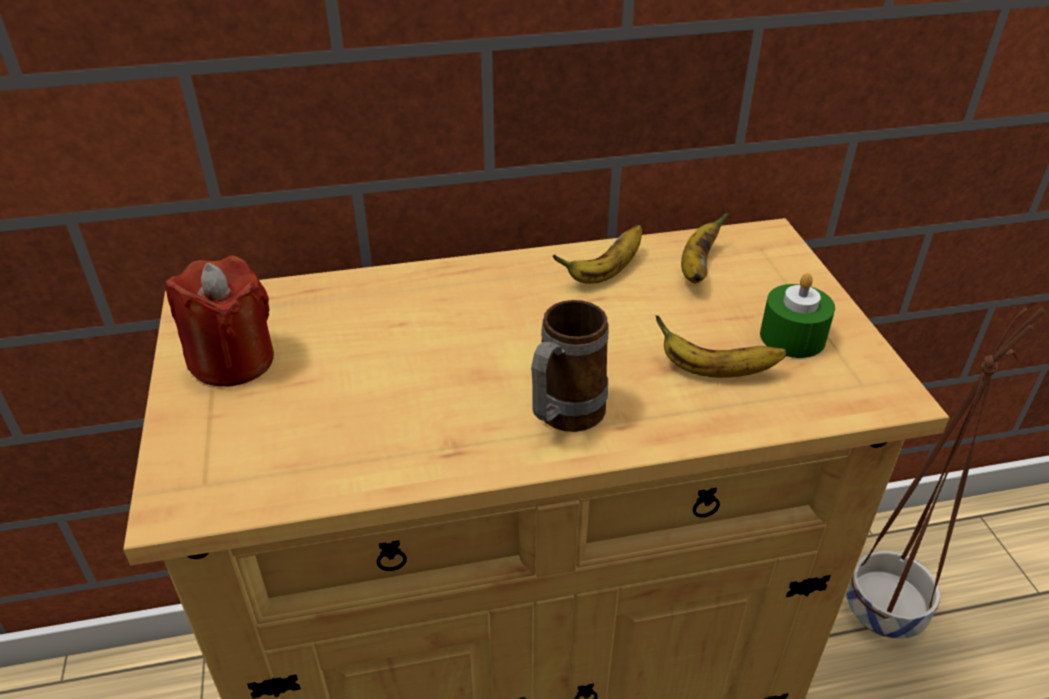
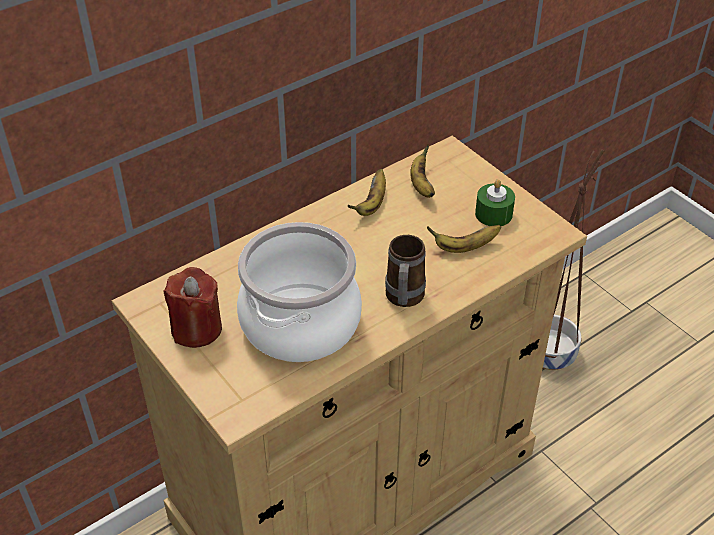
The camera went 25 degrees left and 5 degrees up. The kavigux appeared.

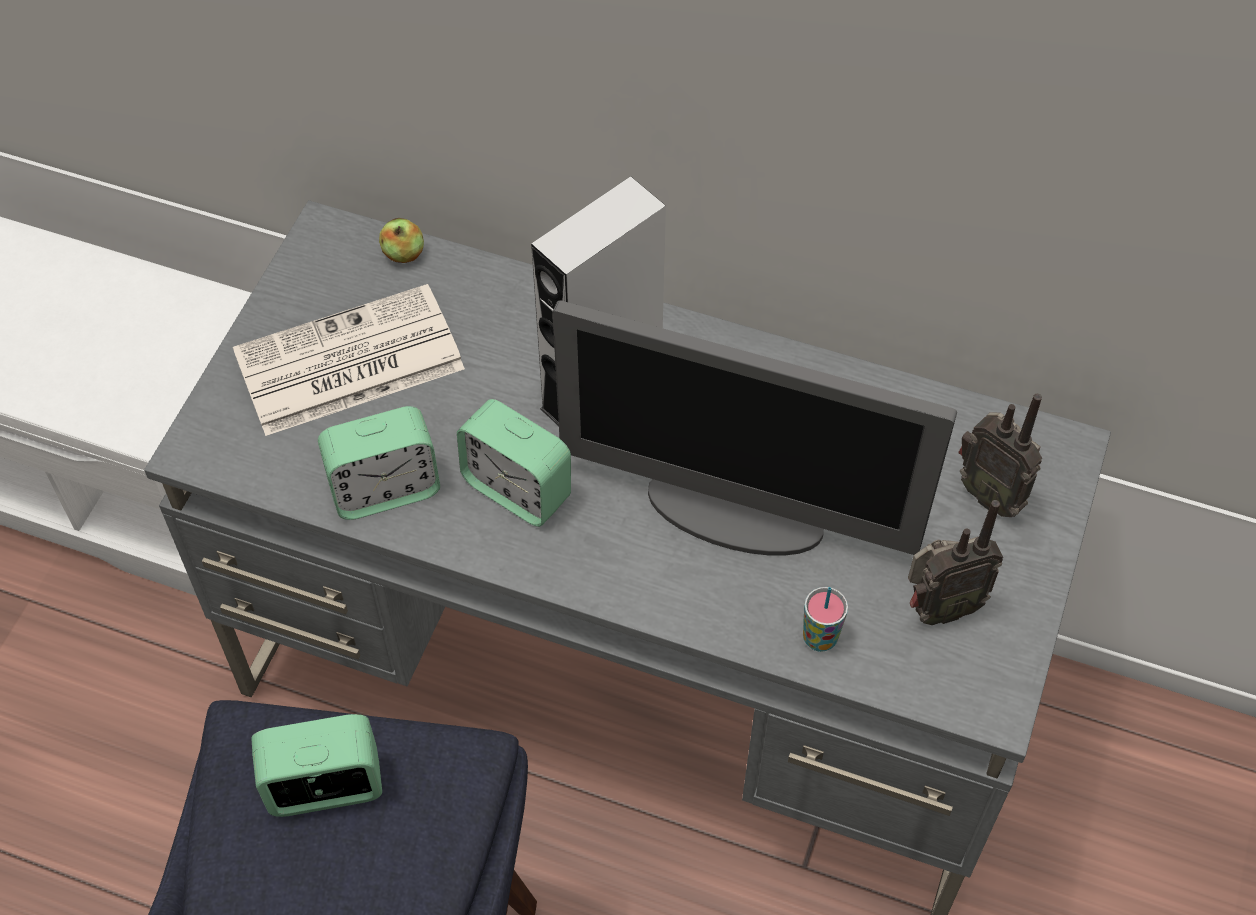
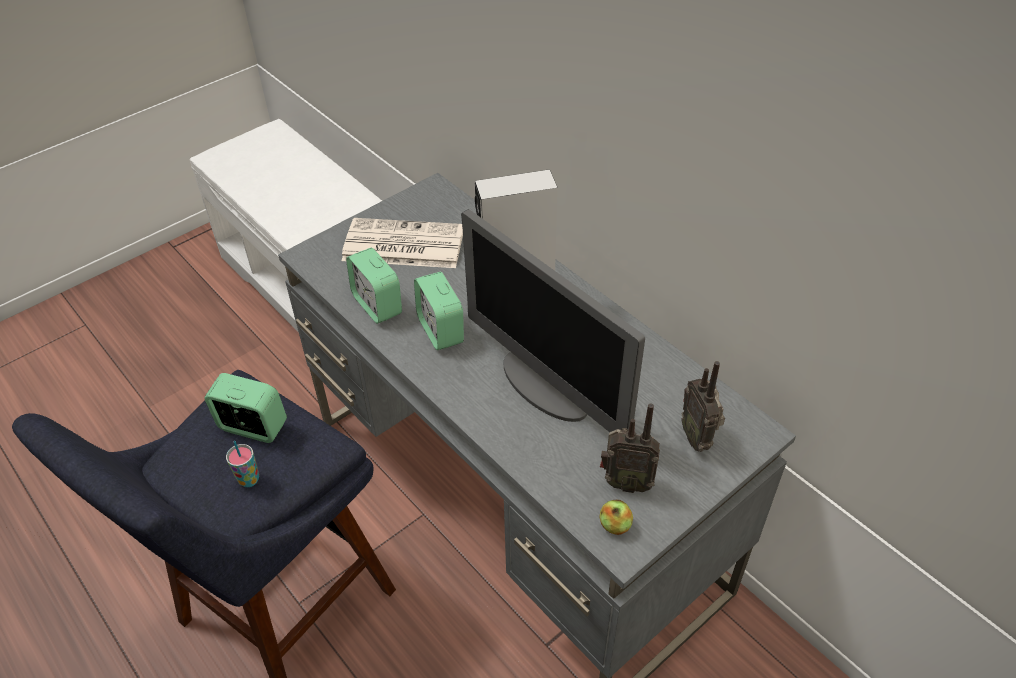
The camera went 30 degrees right and 10 degrees down. The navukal moved. The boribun (2nd from left) turned 45 degrees clockwise. The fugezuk moved.

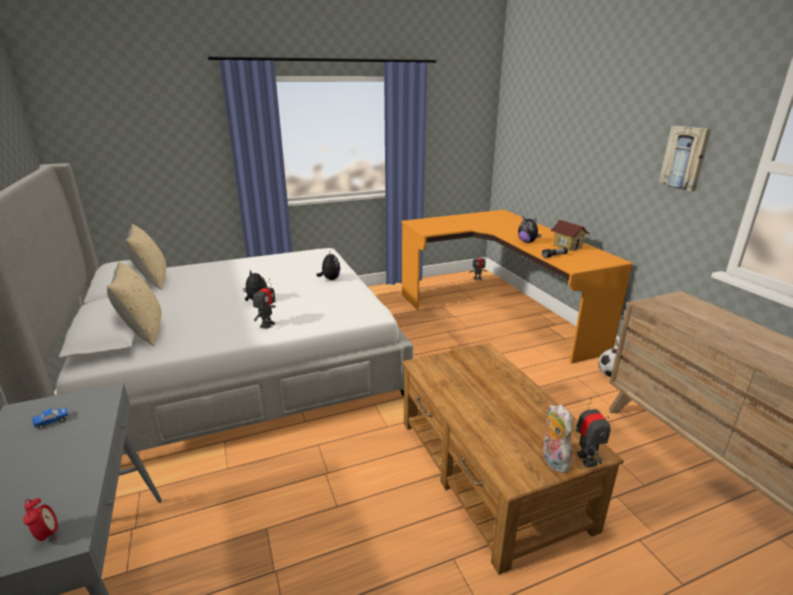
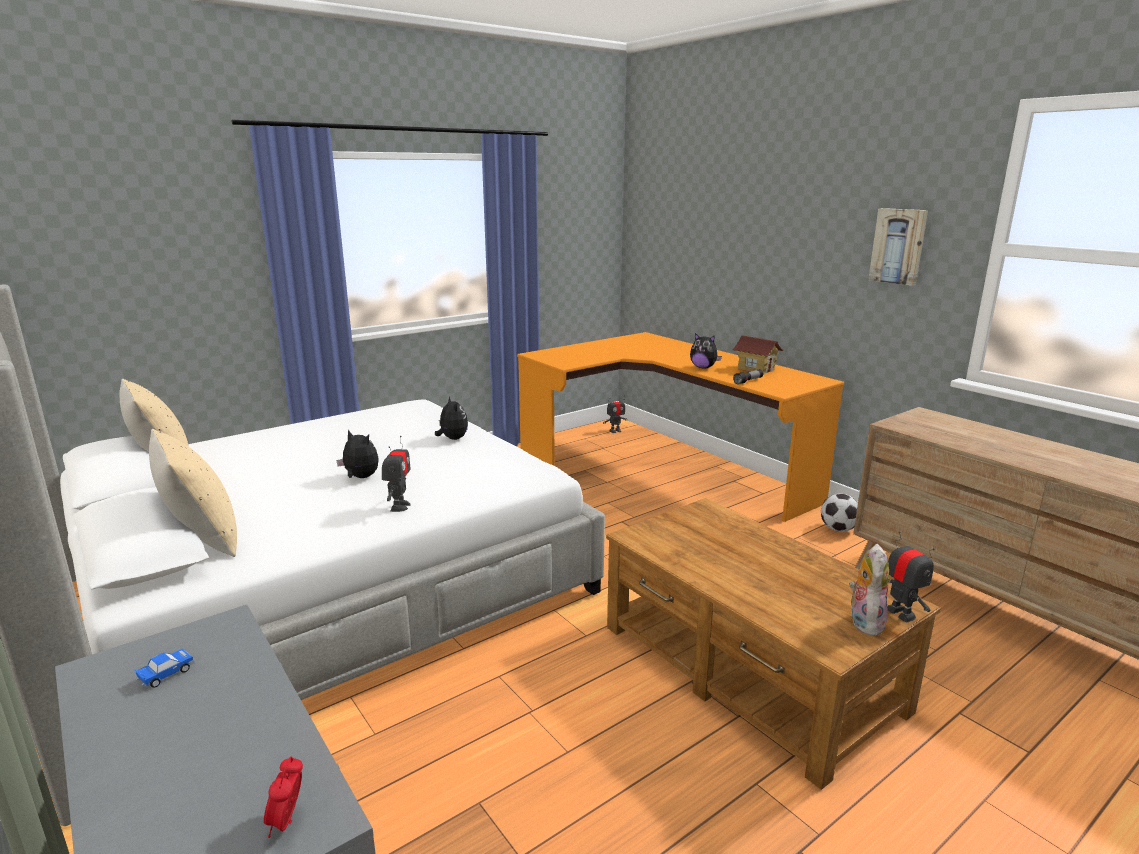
The camera went 15 degrees left and 5 degrees down. The boribun turned 135 degrees counterclockwise. The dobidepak (4th from left) turned 45 degrees clockwise.

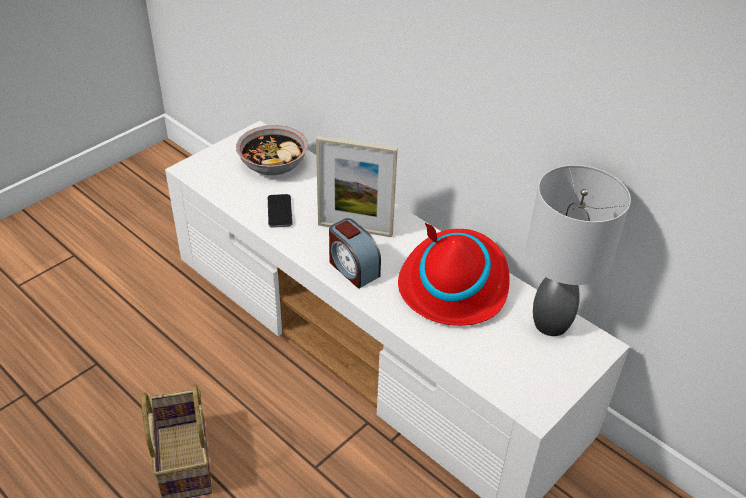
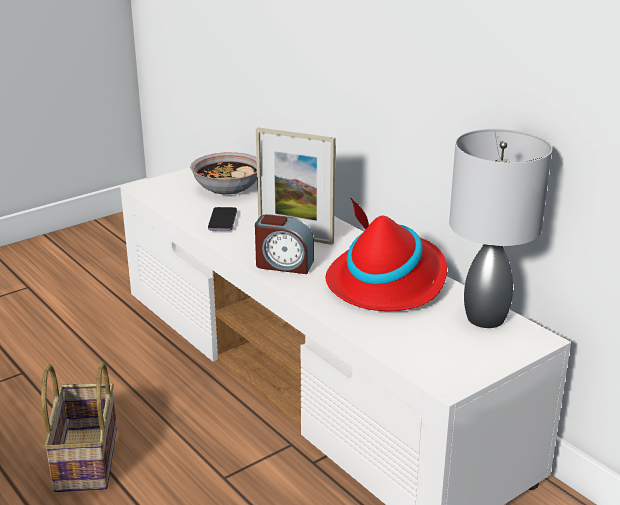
The camera went 10 degrees right and 15 degrees down. The boribun turned 45 degrees counterclockwise.

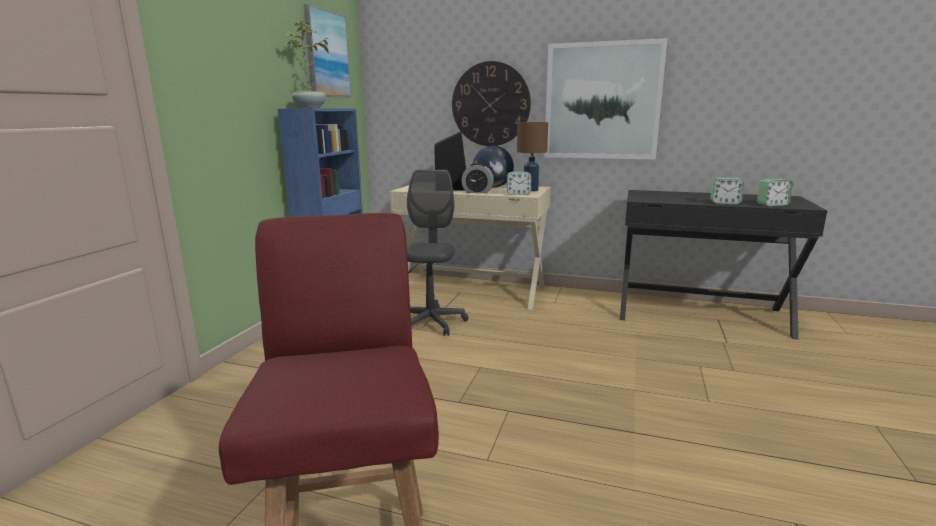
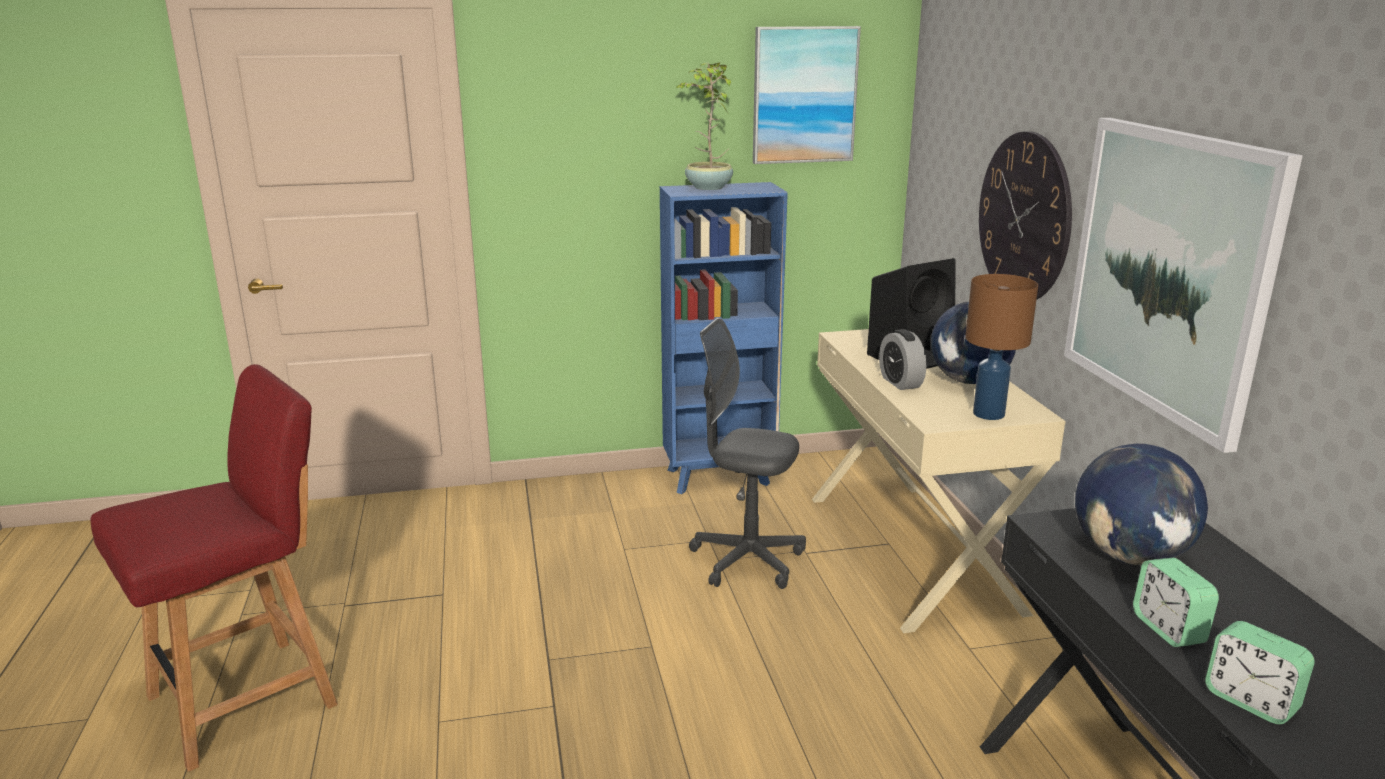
The camera went 60 degrees right and 5 degrees up. The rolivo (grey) turned 135 degrees counterclockwise. The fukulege (2nd from left) appeared. The boribun (2nd from left) disappeared.

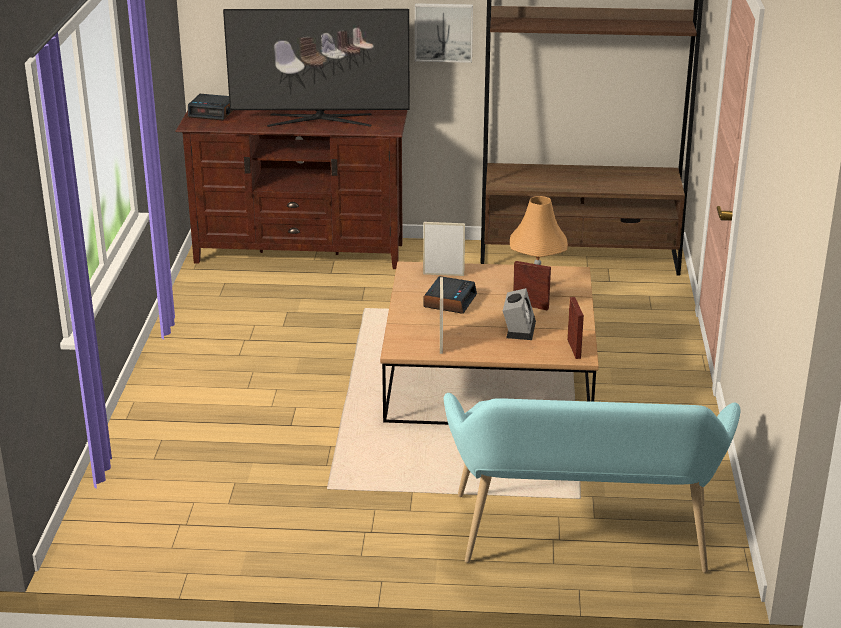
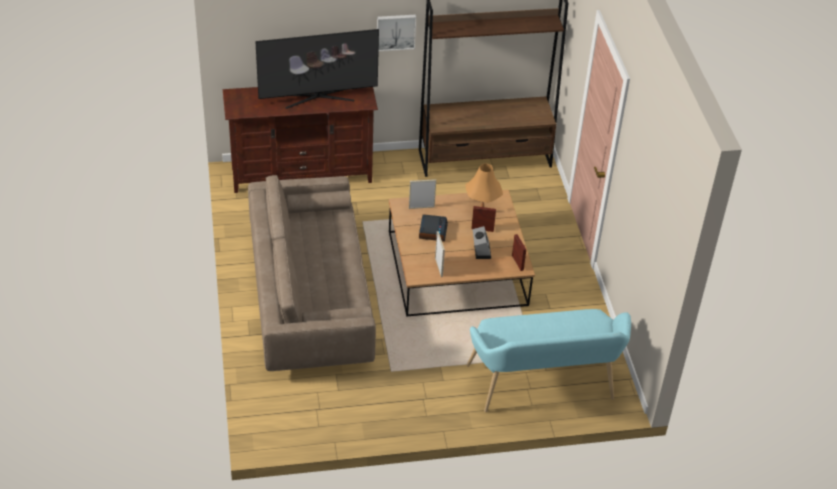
The camera went 15 degrees left and 15 degrees up. The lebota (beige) appeared. The boribun (1st from left) disappeared.

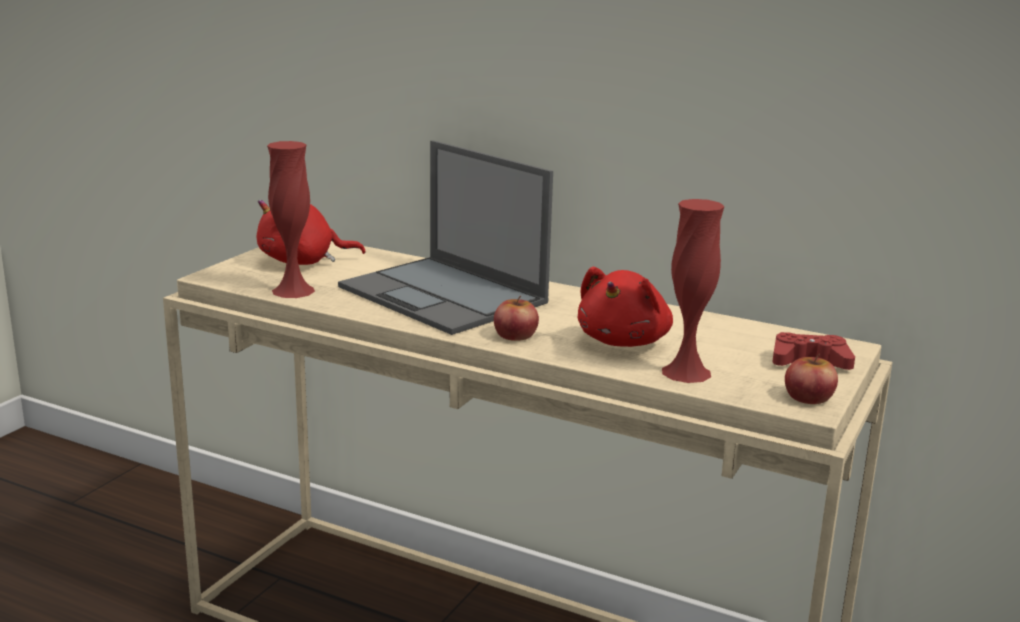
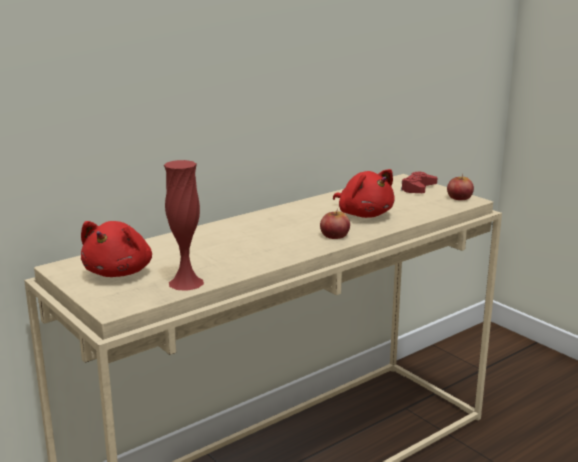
The camera went 65 degrees left and 0 degrees up. The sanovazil disappeared. The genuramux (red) (2nd from left) disappeared.

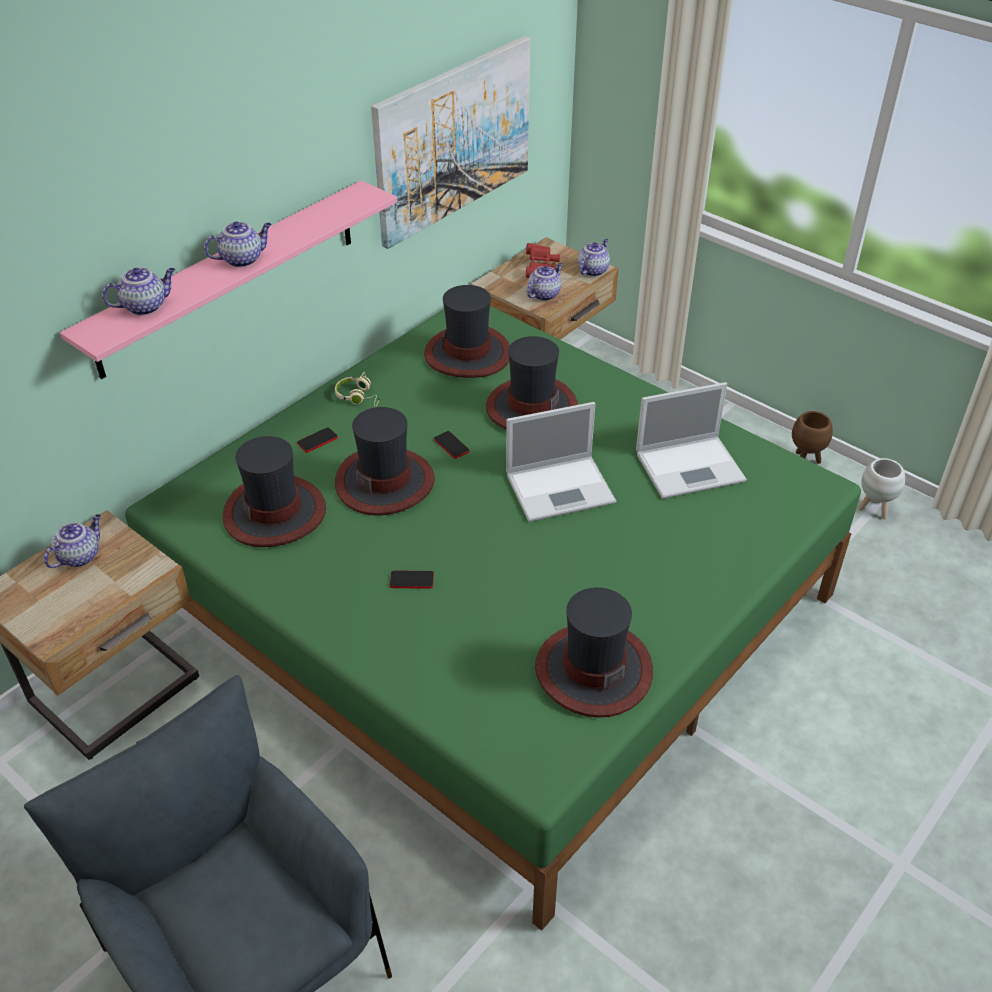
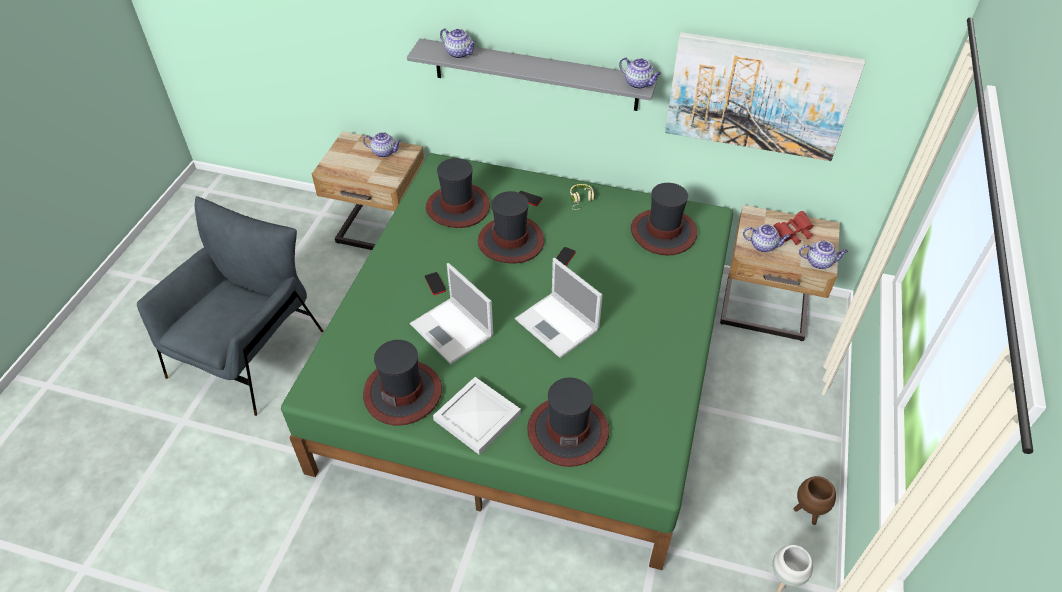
The camera went 65 degrees right and 5 degrees up. The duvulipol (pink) became the duvulipol (grey). The sanovazil (2nd from left in the first image) moved. The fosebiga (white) appeared. The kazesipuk (4th from left) moved. The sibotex (3rd from left) moved.

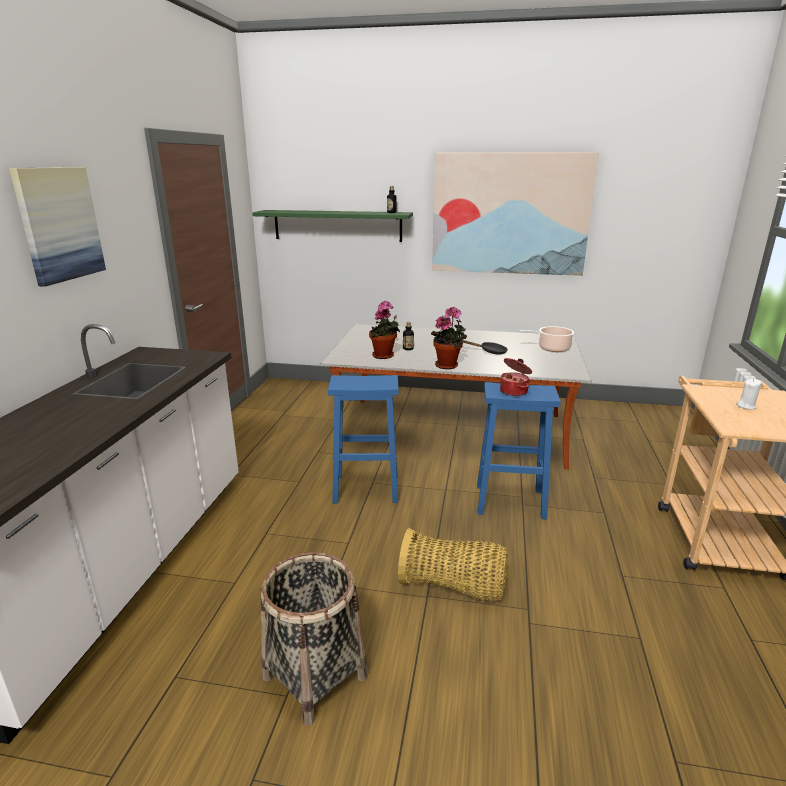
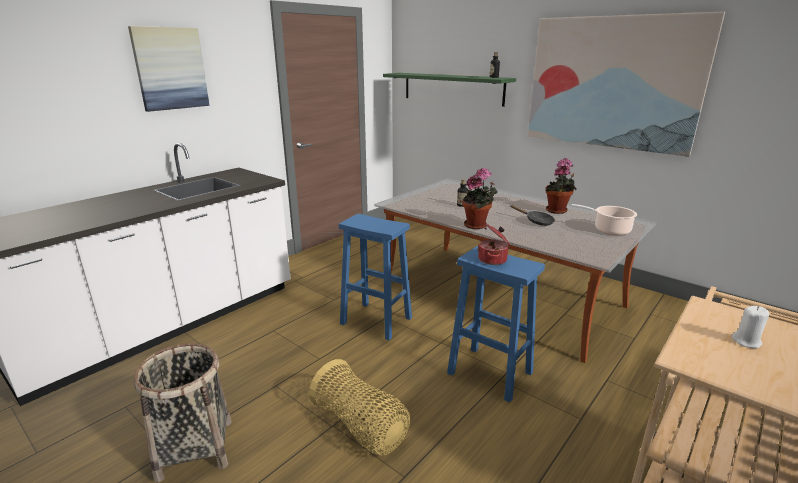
The camera went 30 degrees right and 0 degrees up. The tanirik (1st from left in the first image) moved.

